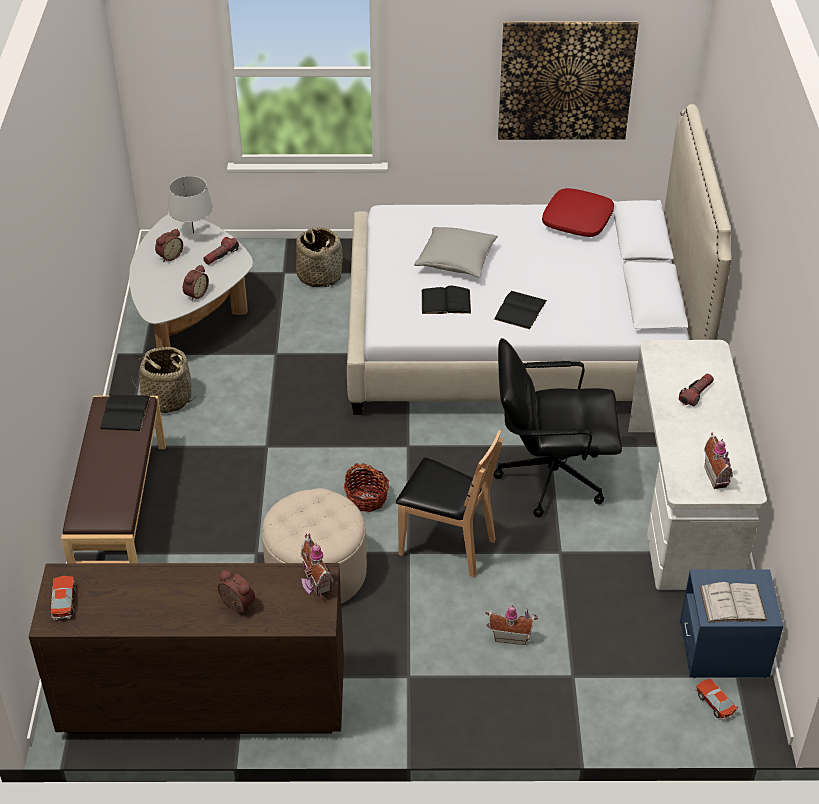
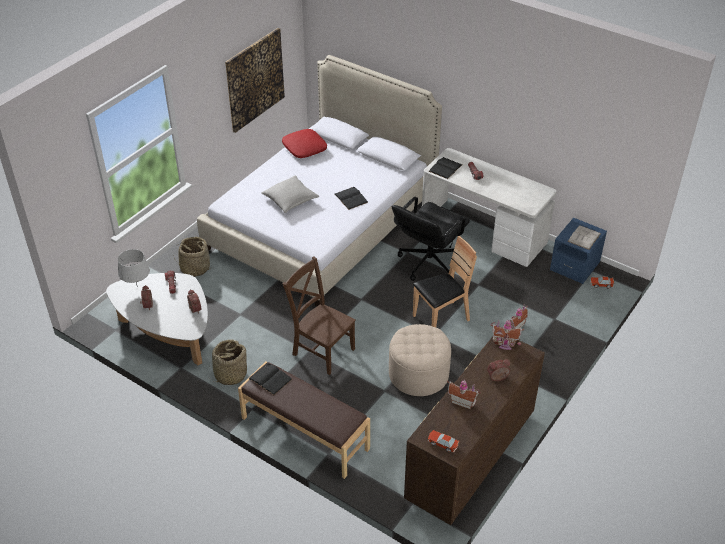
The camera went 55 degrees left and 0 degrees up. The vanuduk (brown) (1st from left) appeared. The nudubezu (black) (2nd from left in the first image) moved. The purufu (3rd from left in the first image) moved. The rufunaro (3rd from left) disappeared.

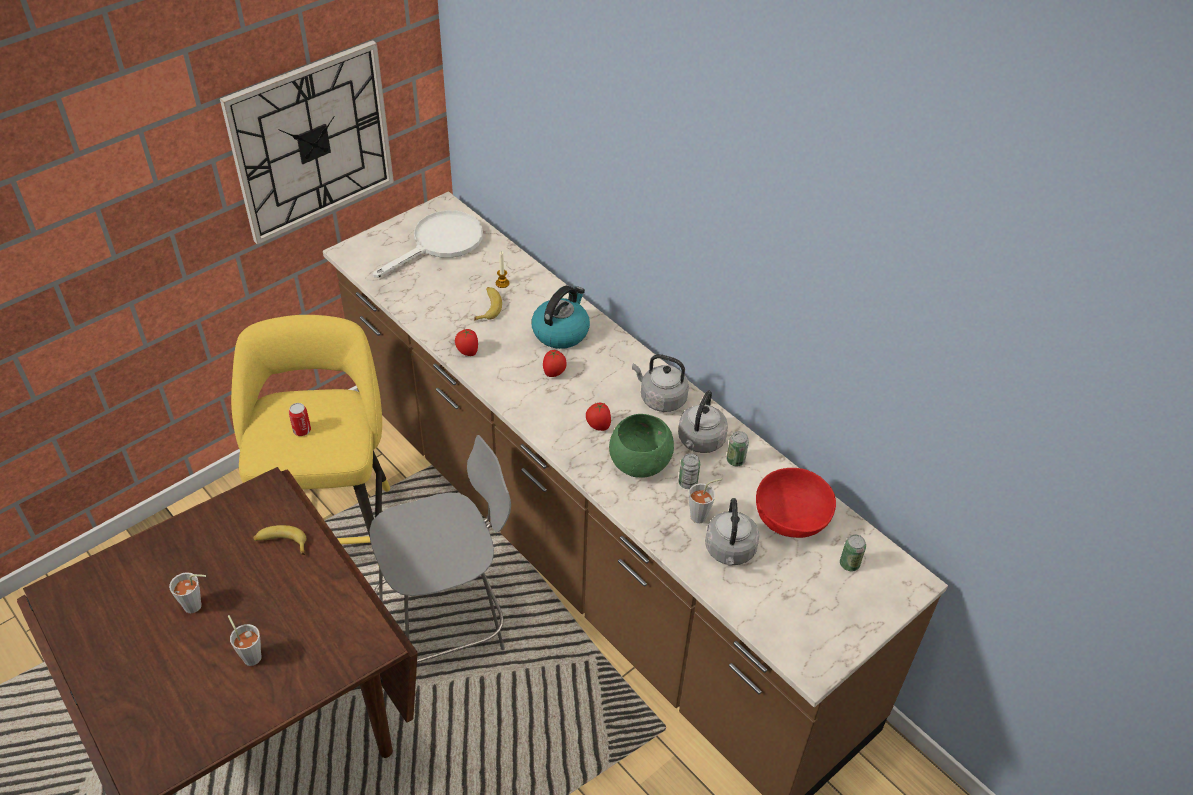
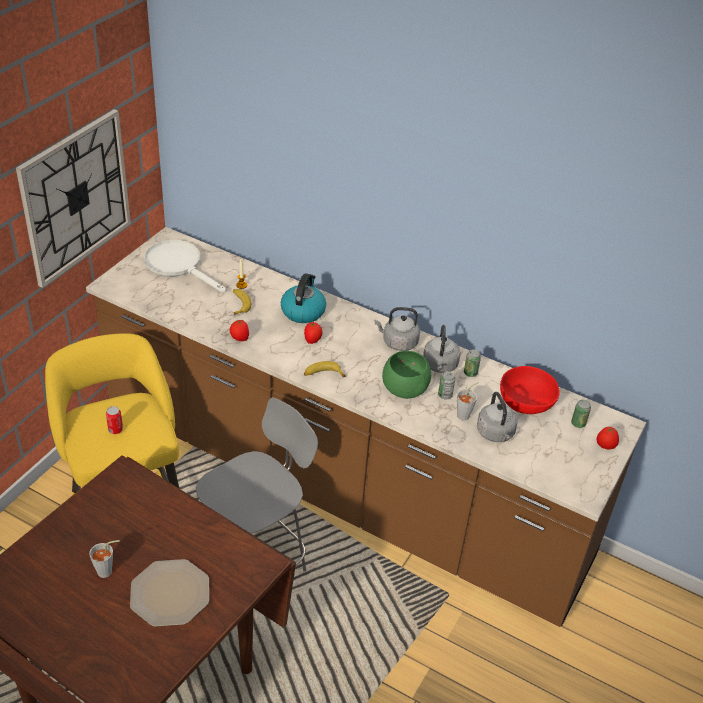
The camera went 20 degrees left and 5 degrees down. The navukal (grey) (2nd from left) was replaced by the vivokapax. The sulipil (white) turned 75 degrees counterclockwise. The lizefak (1st from left in the first image) moved. The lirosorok (3rd from left) moved.

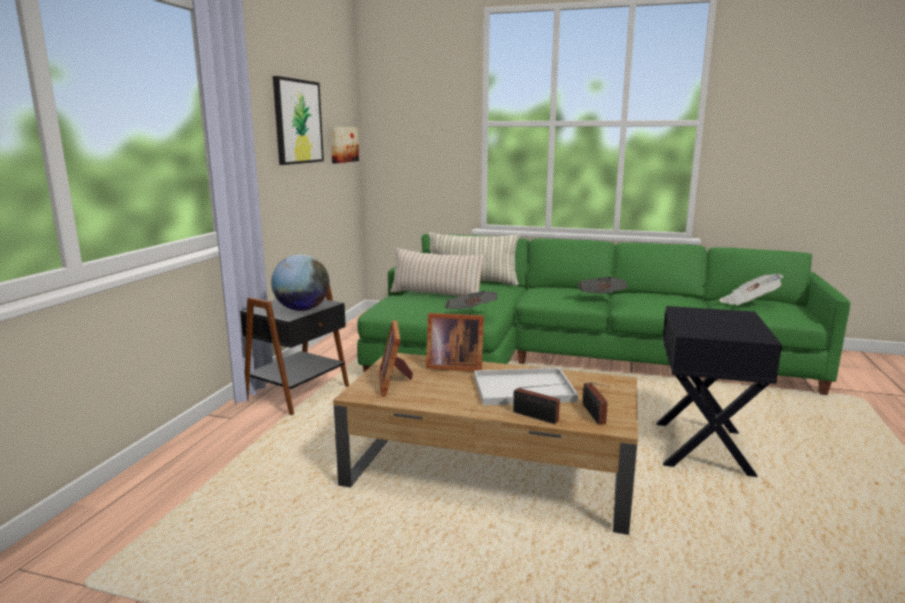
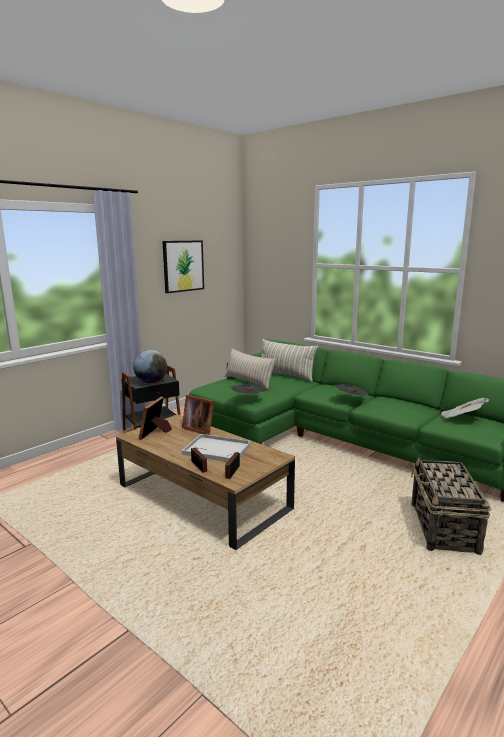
The camera went 25 degrees right and 0 degrees up. The rufunaro appeared. The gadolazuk (2nd from left) disappeared. The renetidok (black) (2nd from left) disappeared.

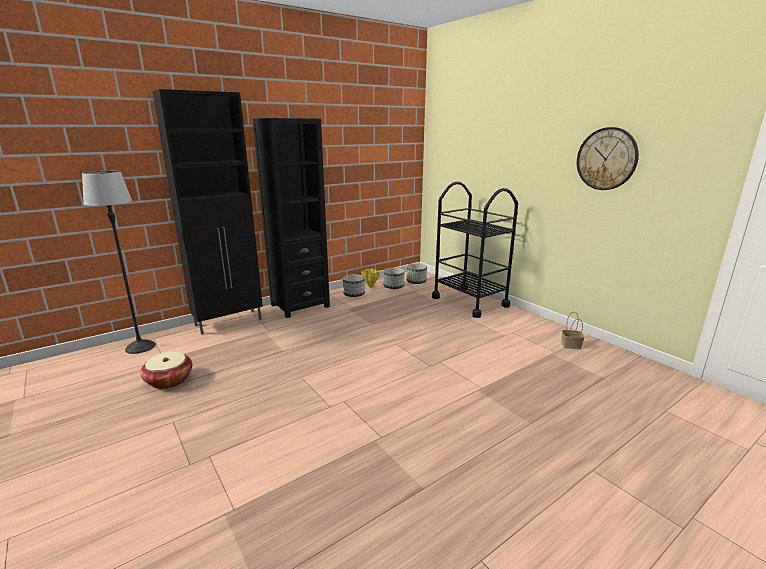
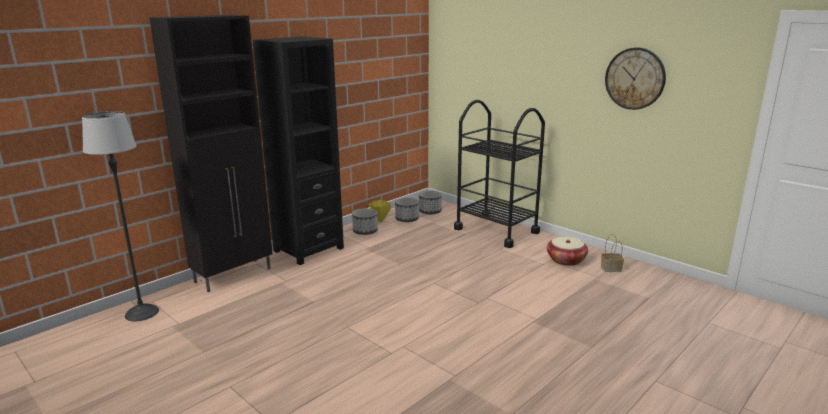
The camera went 10 degrees left and 0 degrees up. The rufunaro (1st from left) moved.

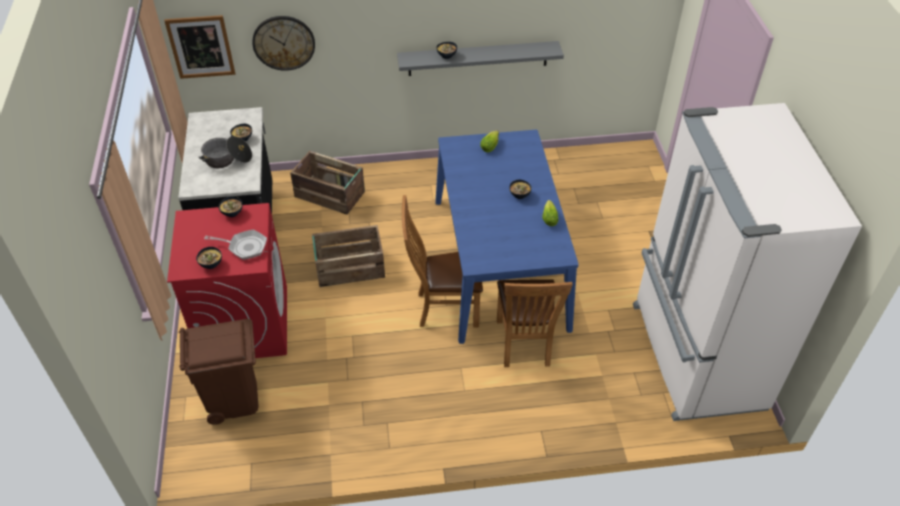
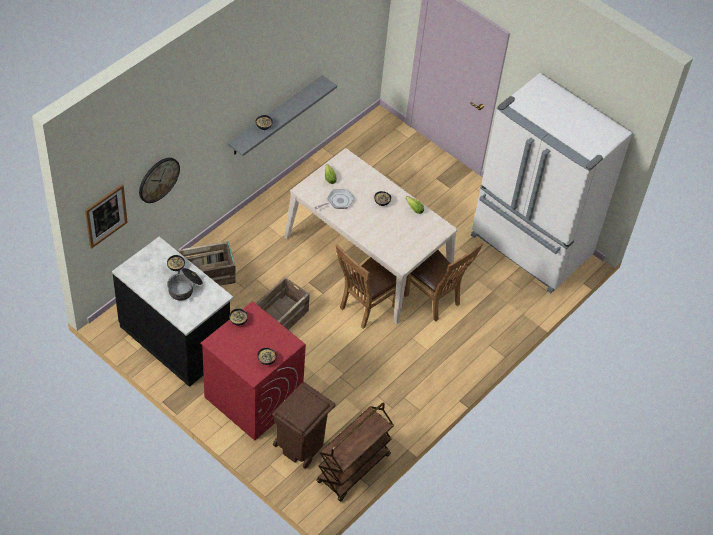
The camera went 45 degrees left and 5 degrees up. The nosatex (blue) became the nosatex (beige). The sulipil moved. The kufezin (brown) appeared.

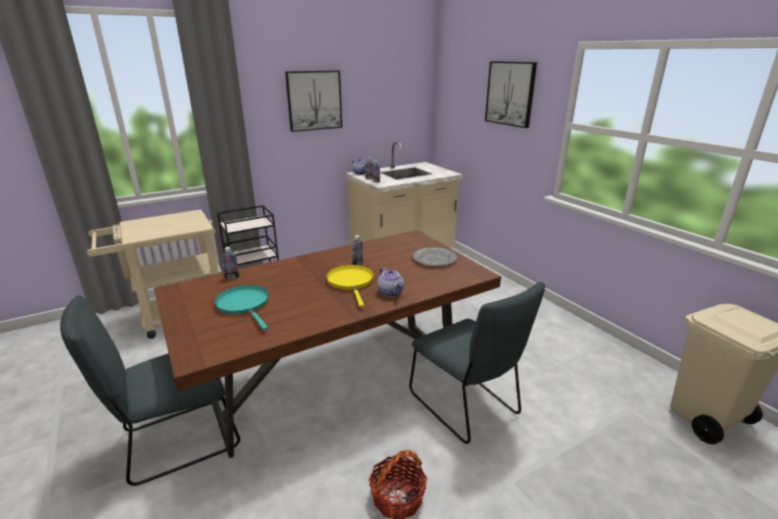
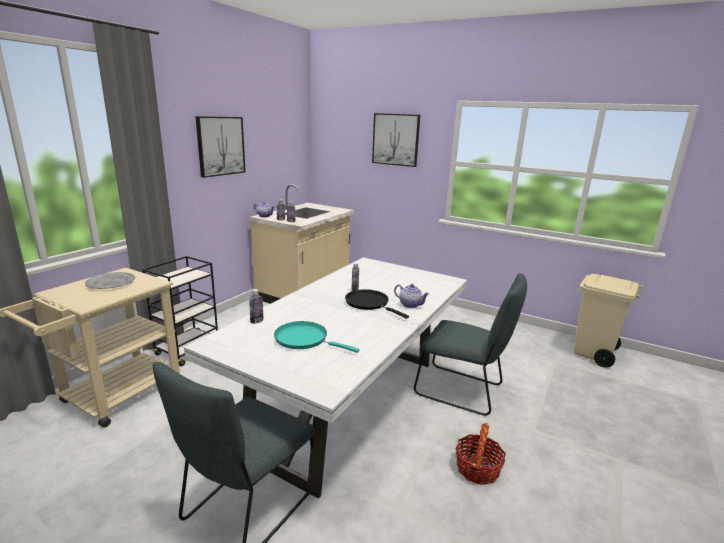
The camera went 30 degrees left and 5 degrees down. The vivokapax (grey) moved. The nosatex (brown) became the nosatex (white). The sulipil (yellow) became the sulipil (black).

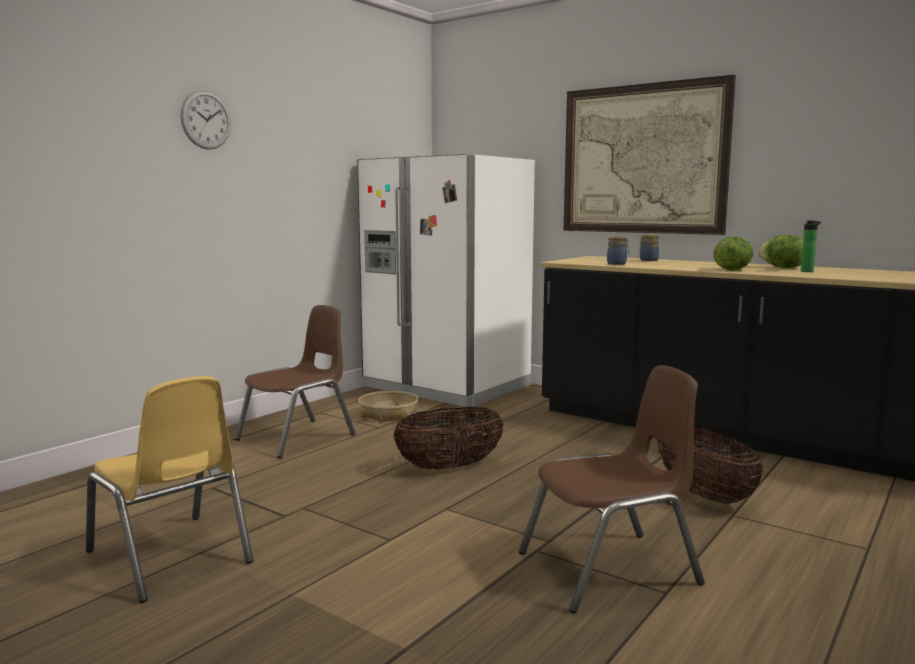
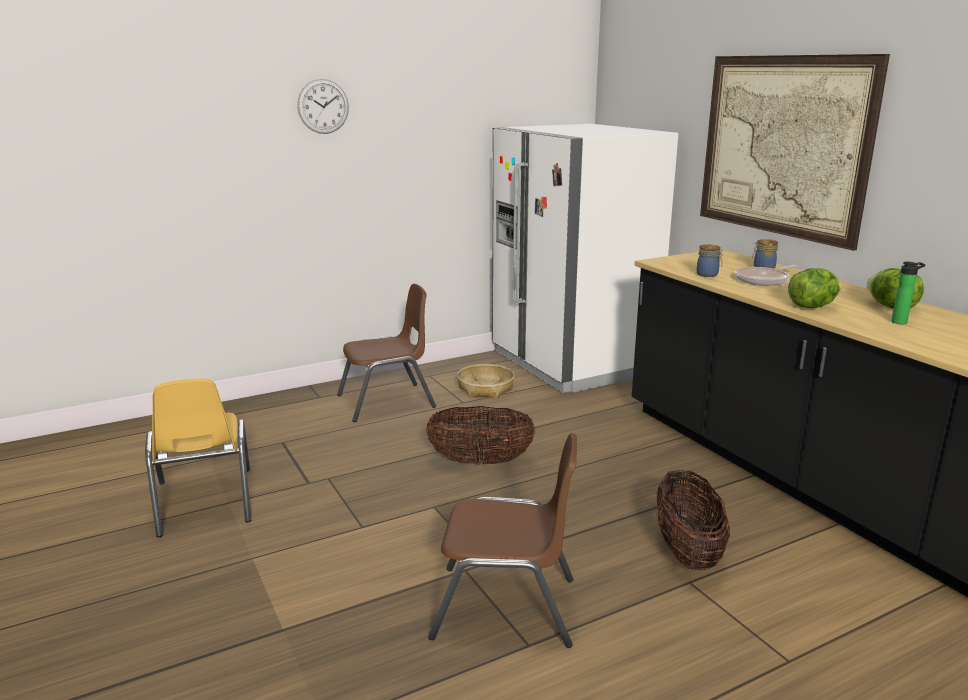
The camera went 25 degrees right and 10 degrees up. The sulipil appeared.

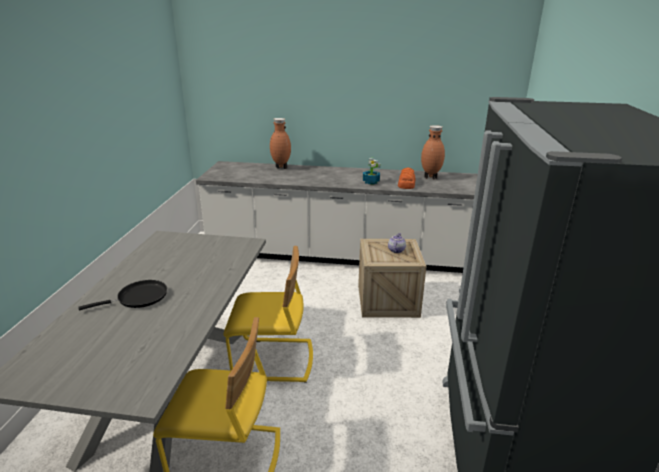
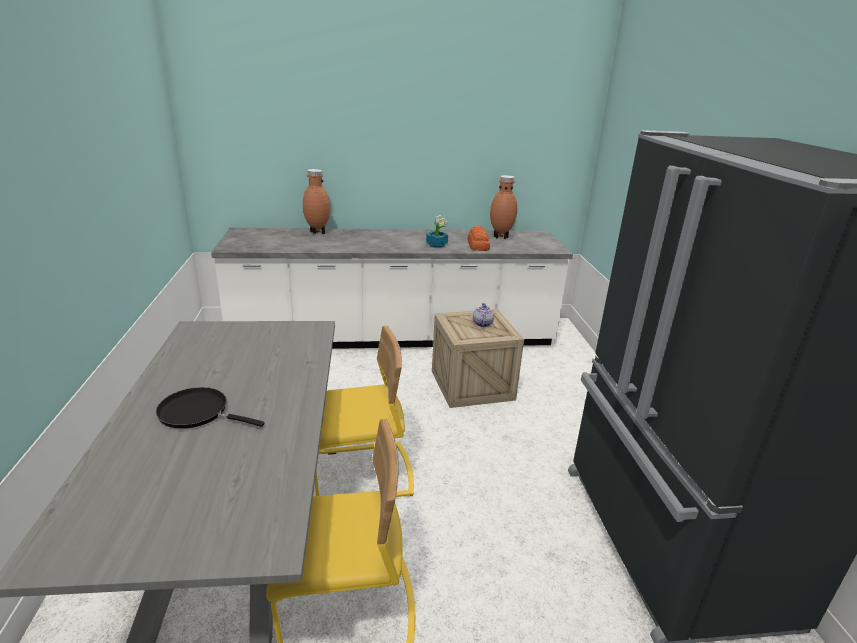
The camera went 15 degrees left and 0 degrees up. The sulipil (black) turned 120 degrees counterclockwise.

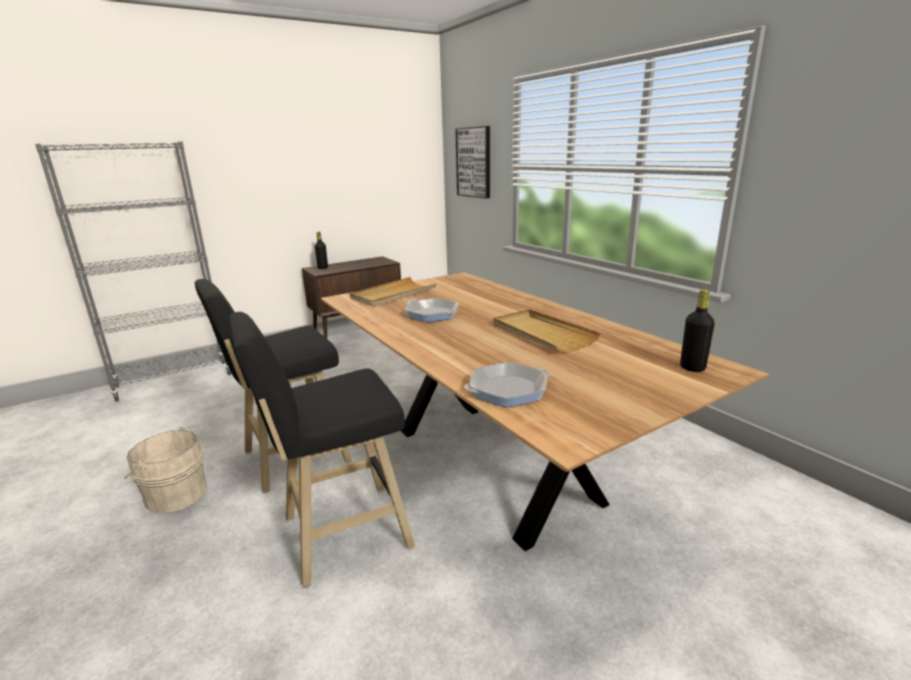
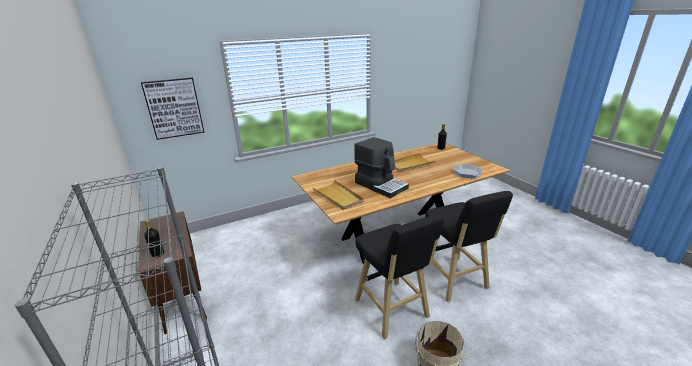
The camera went 85 degrees left and 5 degrees up. The sulipil (1st from left) was replaced by the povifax.

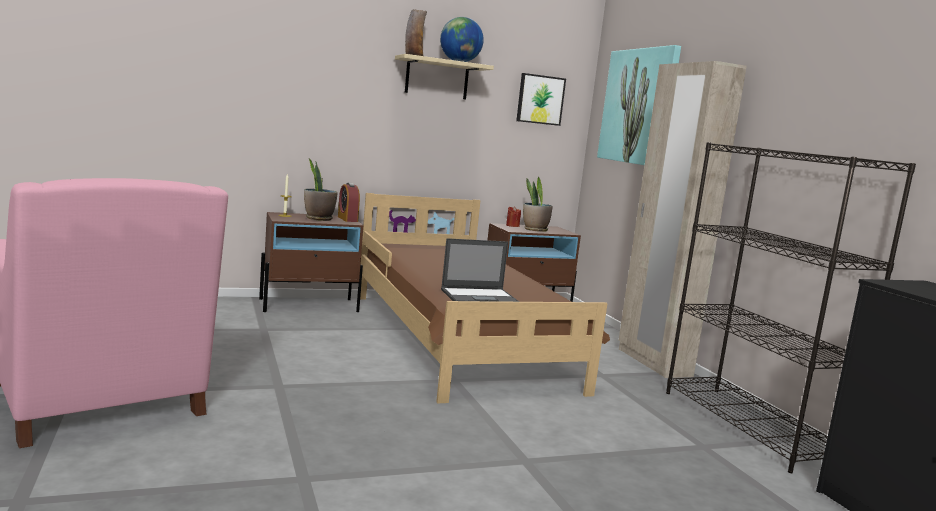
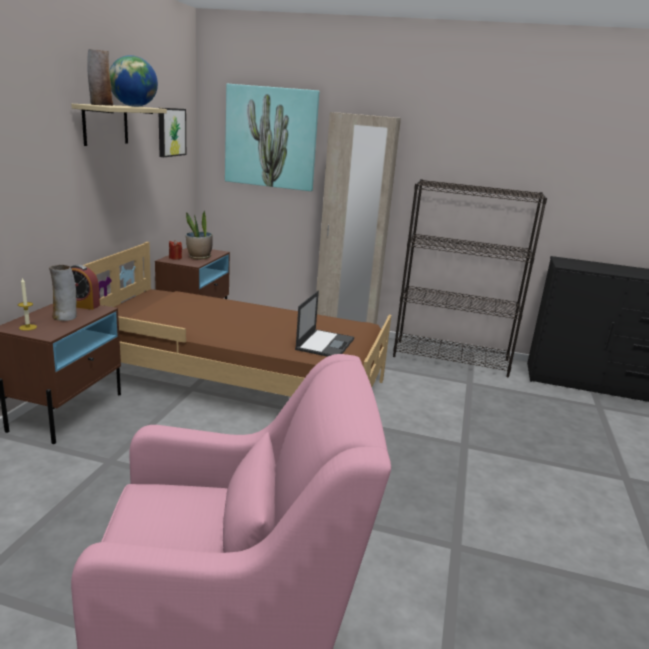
The camera went 55 degrees left and 10 degrees up. The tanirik (1st from left) was replaced by the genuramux (1st from left).

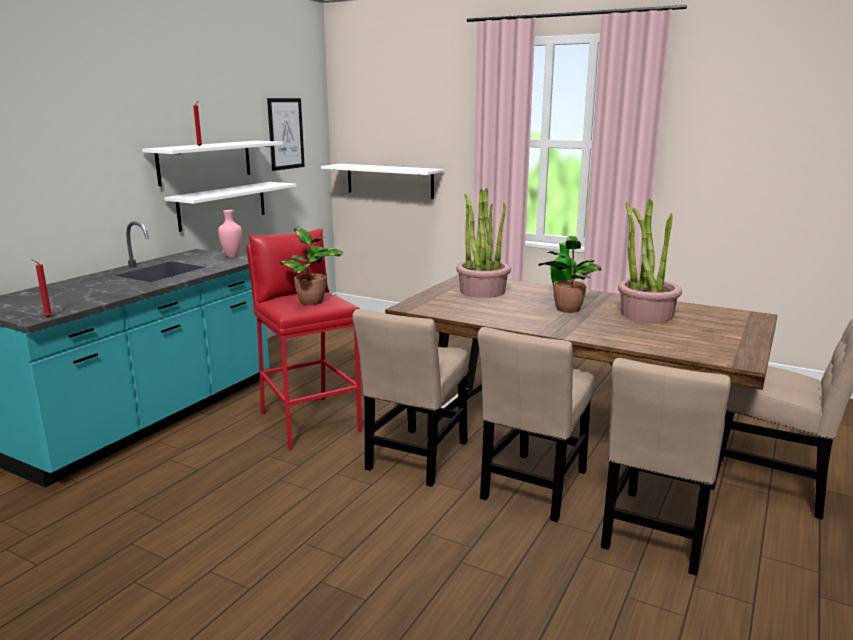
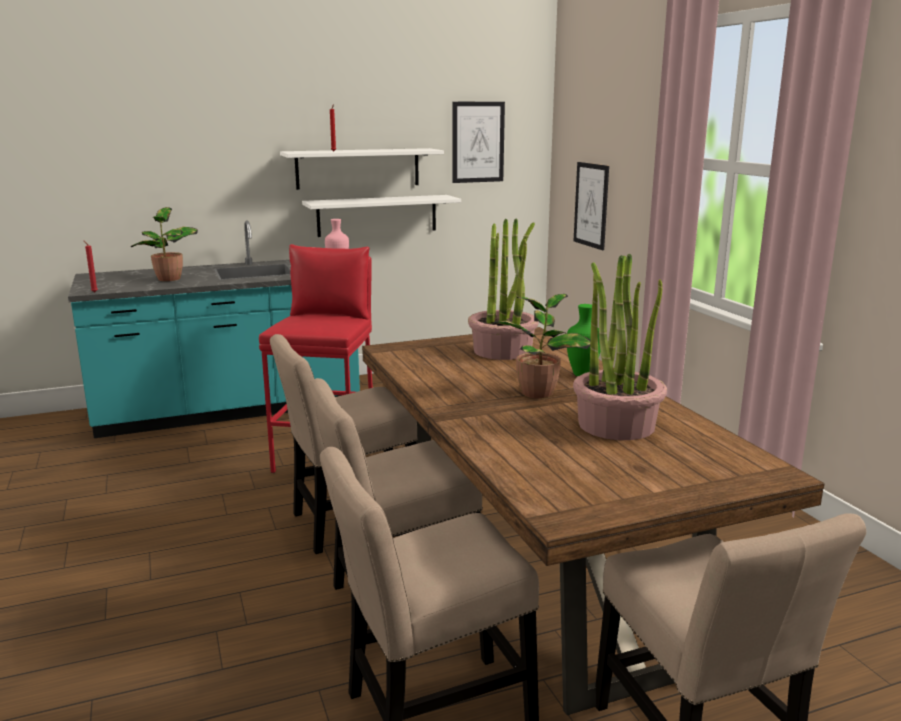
The camera went 40 degrees right and 0 degrees up. The tanirik (1st from left) moved. The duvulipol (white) (3rd from left) was replaced by the gadolazuk (2nd from left).

